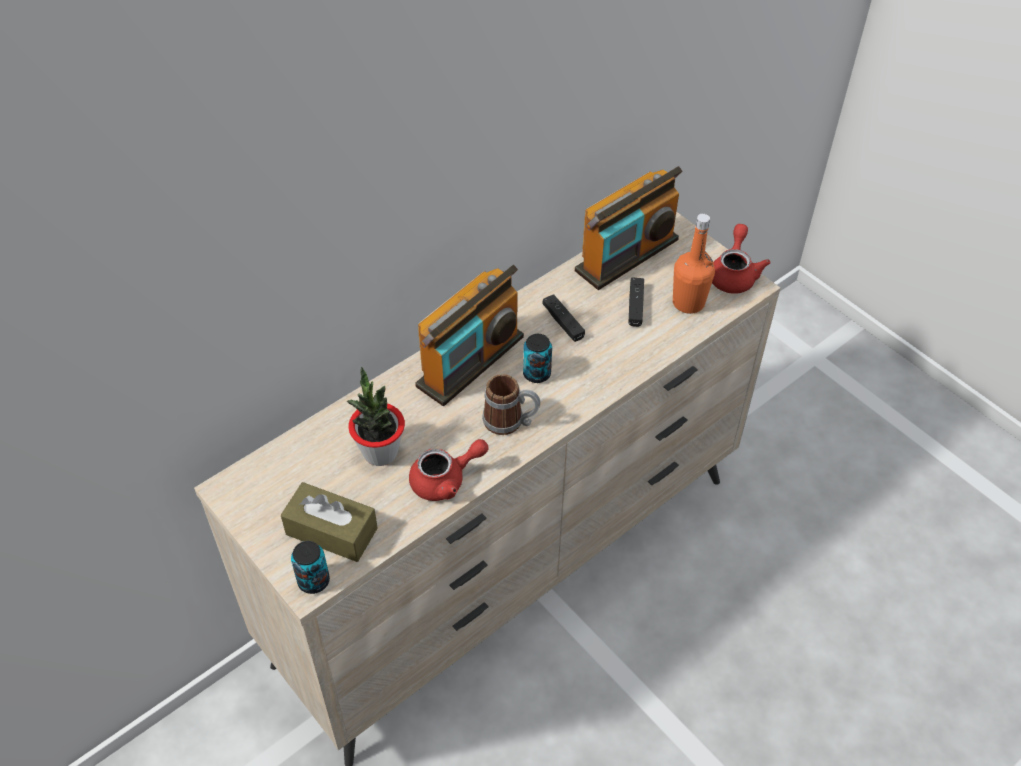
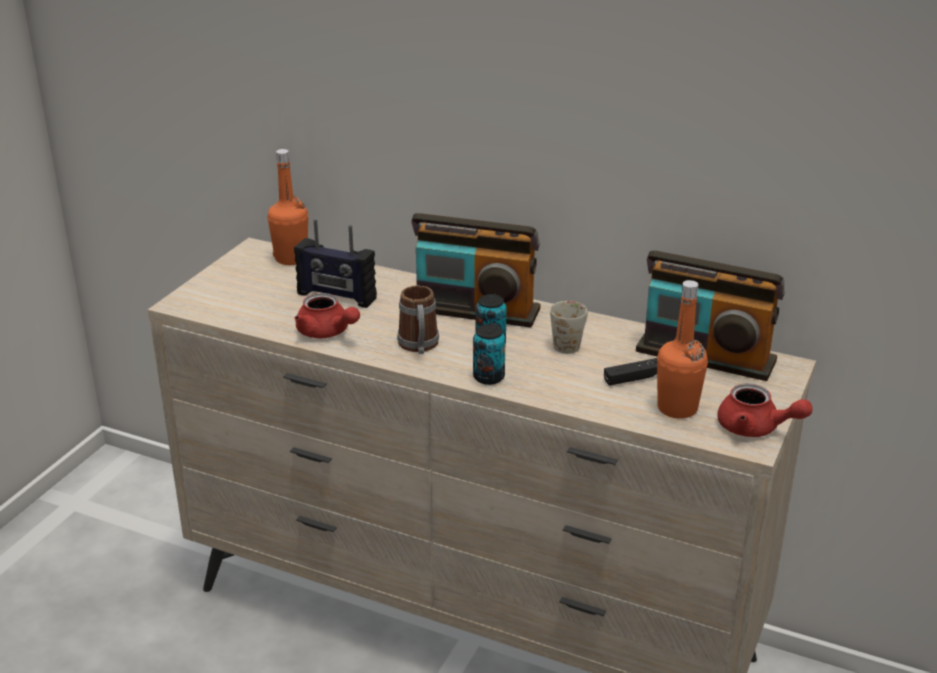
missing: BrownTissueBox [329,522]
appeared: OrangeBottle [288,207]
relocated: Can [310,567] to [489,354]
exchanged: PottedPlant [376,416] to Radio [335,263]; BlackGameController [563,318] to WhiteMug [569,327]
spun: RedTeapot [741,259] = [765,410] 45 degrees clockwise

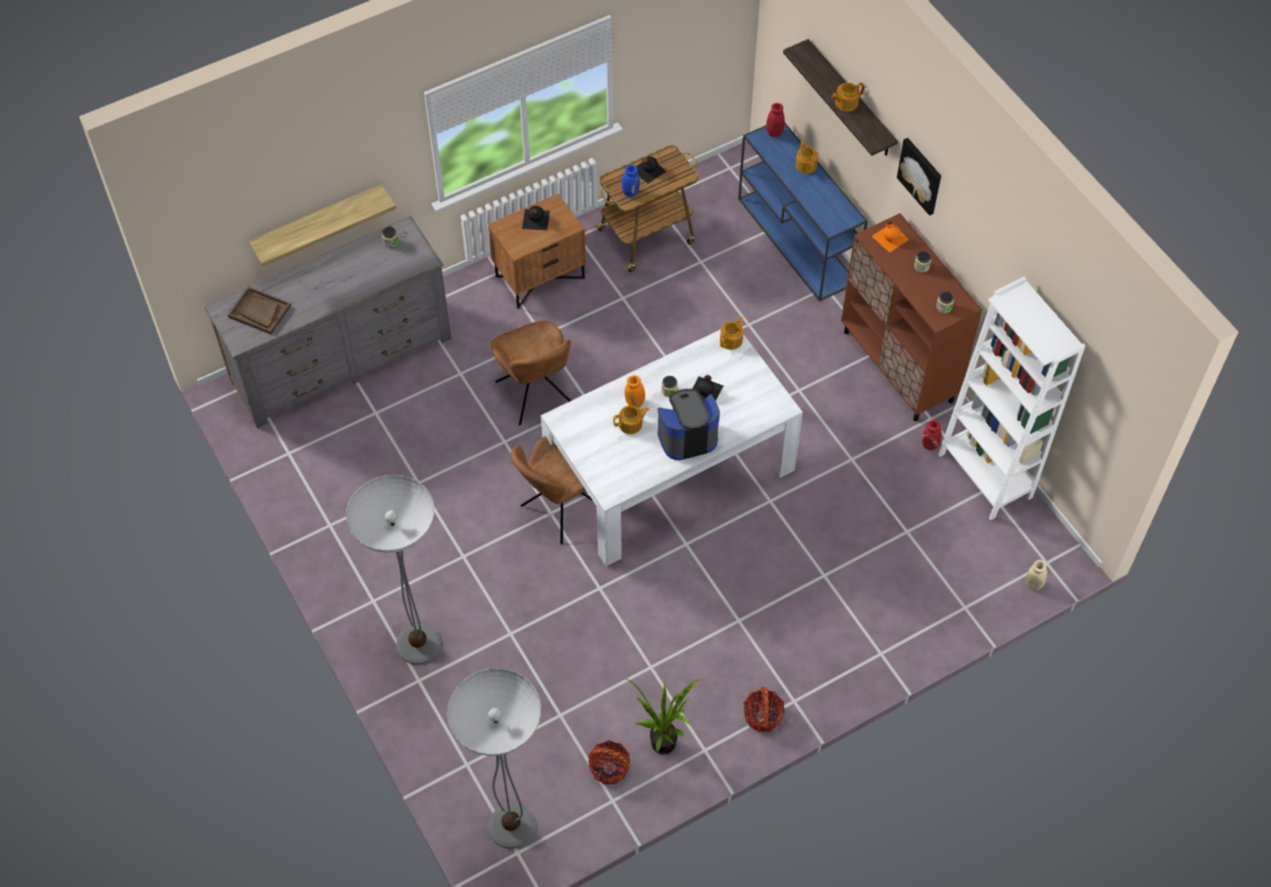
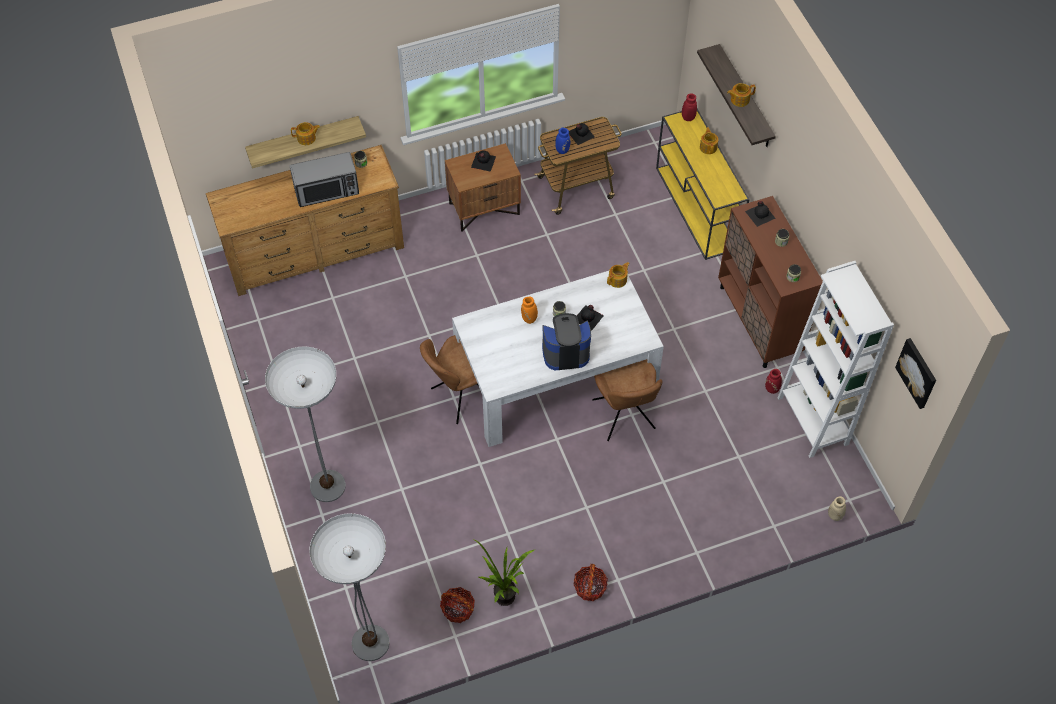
missing: BrownTray [259,310]
appeared: Microwave [324,179]
relocated: Teapot [631,419] to [305,133]; BrownChair [531,372] to [627,400]; Picture [919,177] to [915,373]
colour: GreyDresser [327,322] to BrownDresser [305,220]; BlueConsoleTable [803,212] to YellowConsoleTable [703,184]; OrangeBottle [890,237] to BlackBottle [760,214]

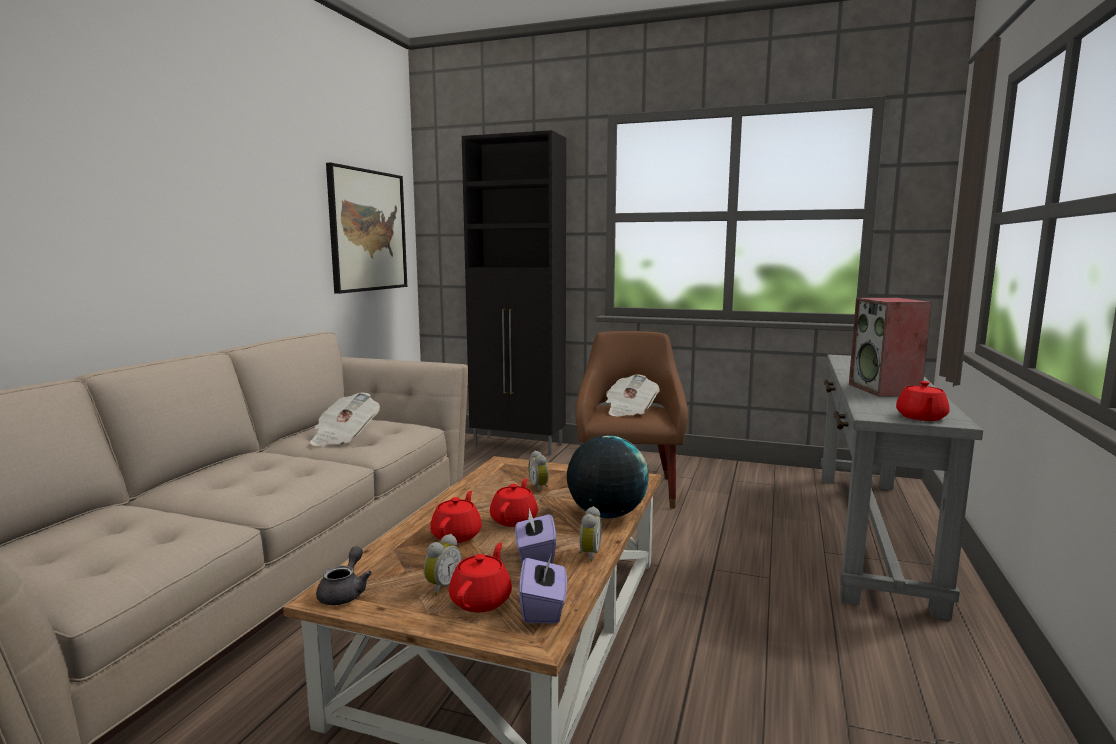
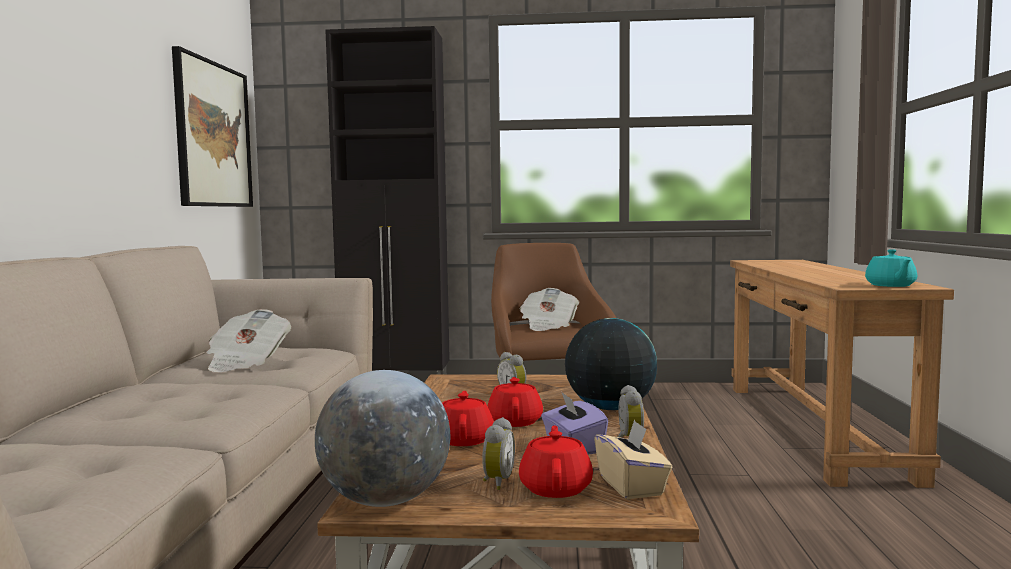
missing: Speaker [890,347]
exchanged: GreyTeapot [344,575] to Globe [382,438]
colour: PurpleTissueBox [543,589] to BeigeTissueBox [633,459]; GreyConsoleTable [902,487] to BrownConsoleTable [842,374]; RedTeapot [923,401] to TurquoiseTeapot [891,268]

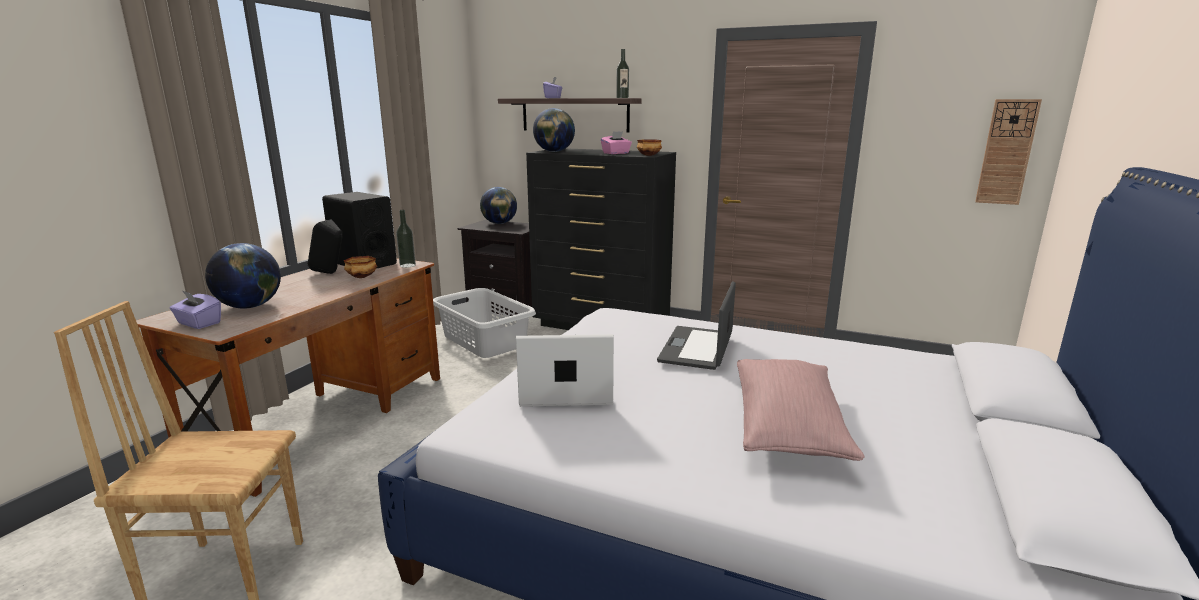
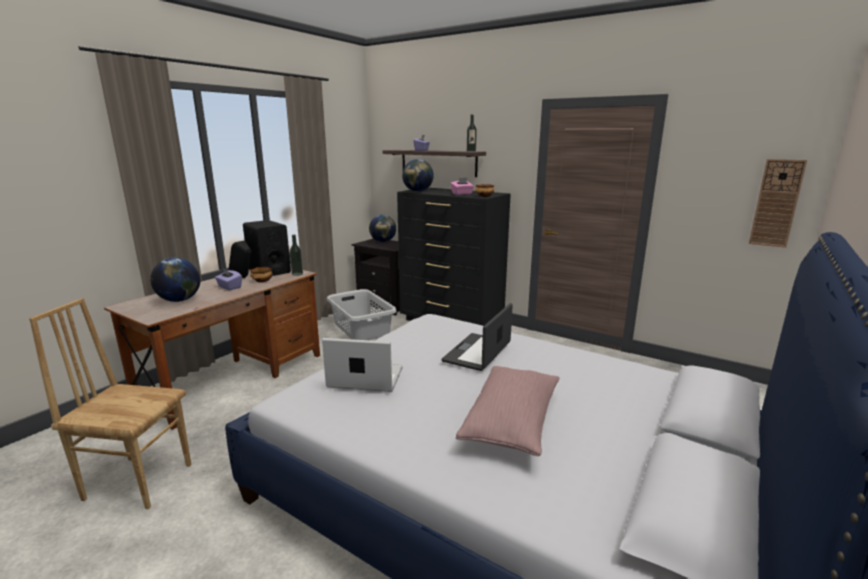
relocated: PurpleTissueBox [195,309] to [228,279]

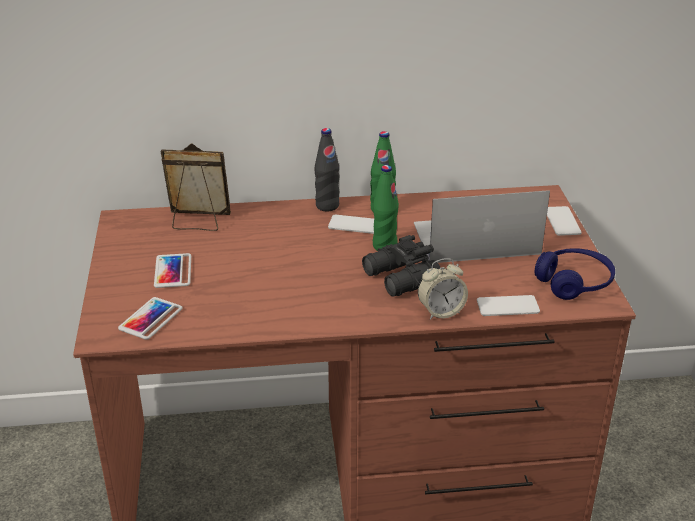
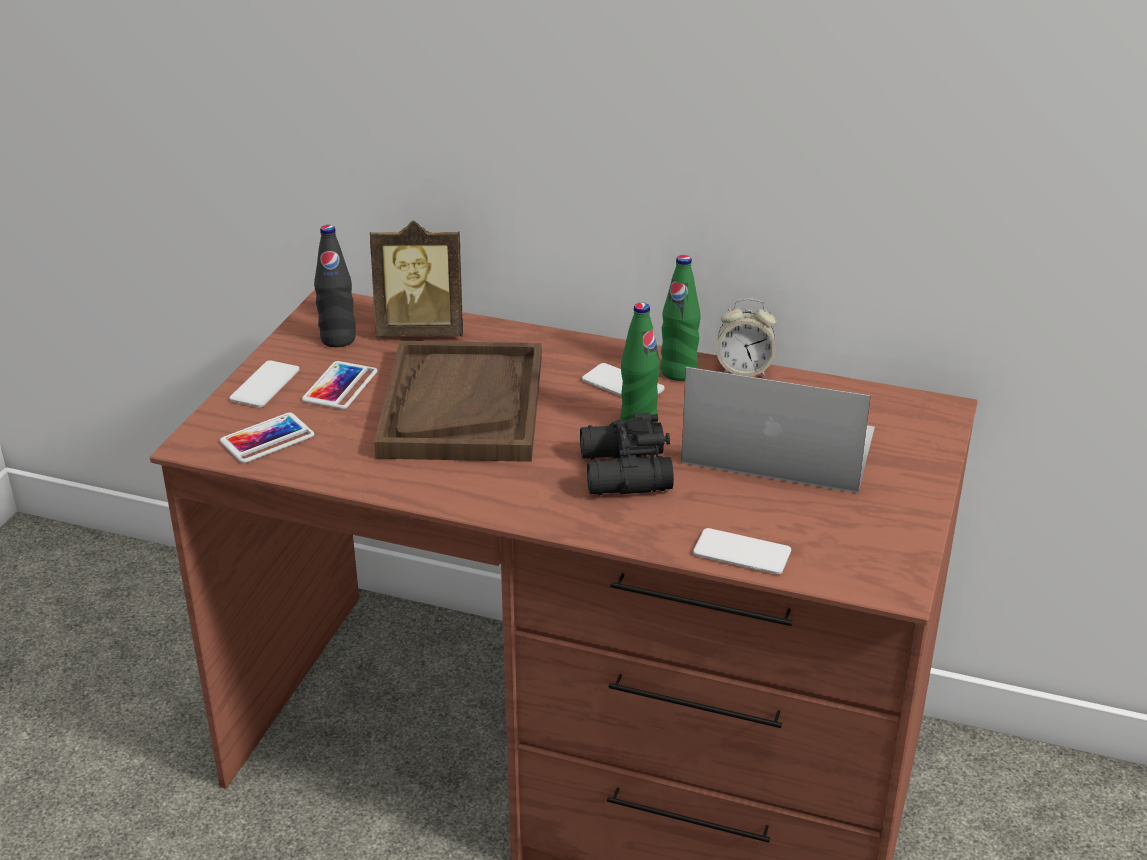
missing: BlueHeadphones [575,274]
appeared: BrownTray [458,401]
relocated: Phone [564,221] to [264,384]; BlackBottle [327,169] to [335,286]; AlarmClock [443,289] to [746,337]
spun: PictureFrame [196,187] = [416,278] 150 degrees clockwise

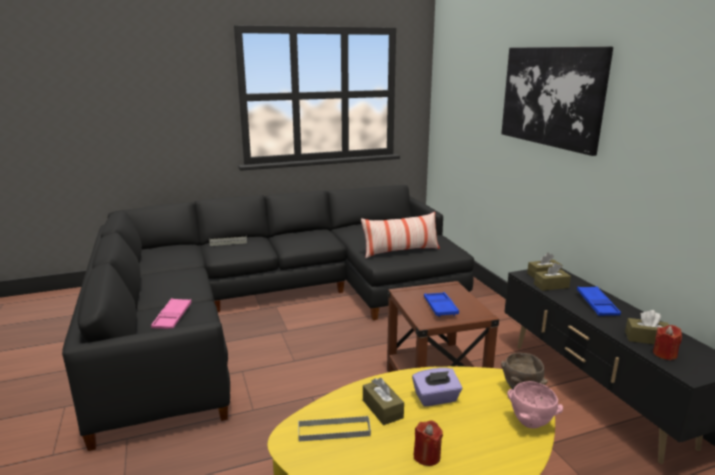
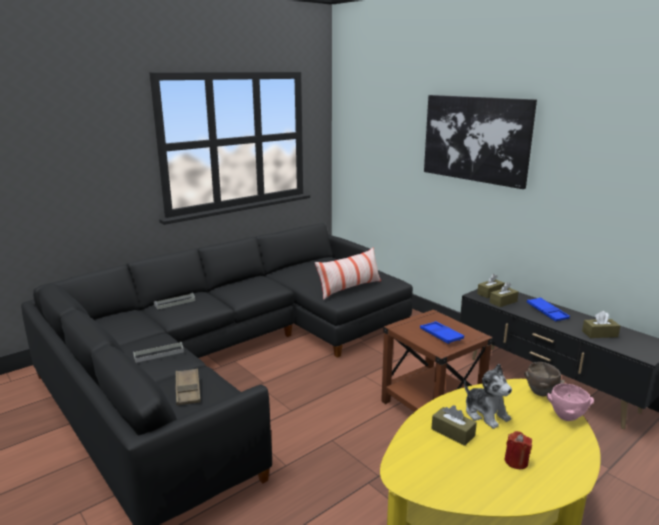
missing: RedCandle [667,342]
relocated: GreyTray [334,428] to [158,352]
exchanged: PurpleTissueBox [437,387] to PlushToy [488,396]
colour: PinkTray [171,313] to BrownTray [188,387]

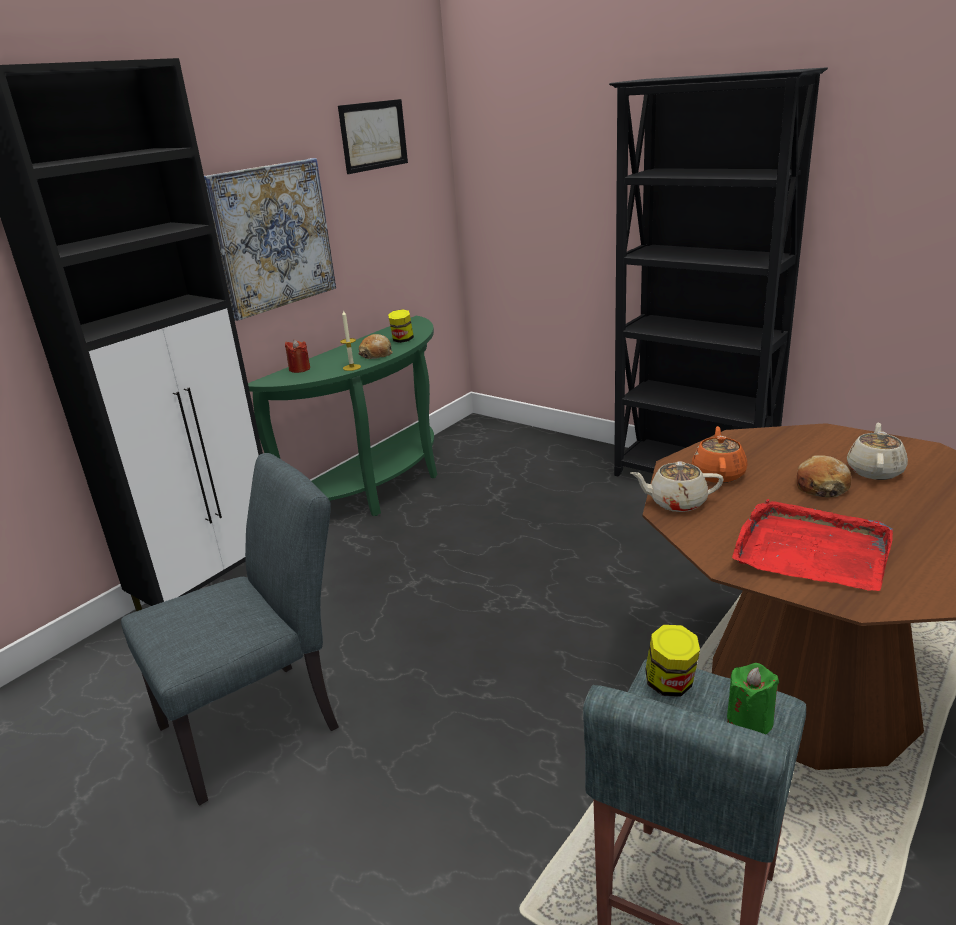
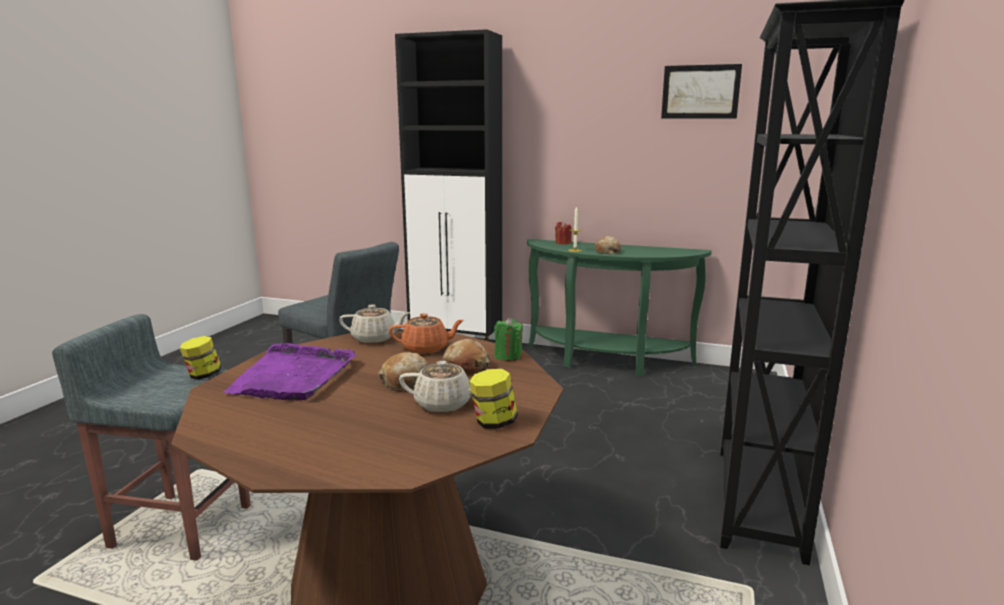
missing: Picture [270,239]
appeared: Bread [466,357]
relocated: Jar [401,326] to [493,399]; GreenCandle [753,698] to [508,339]
colour: RedTray [812,545] to PurpleTray [290,371]
spun: BeigeTeapot [677,486] = [374,323] 105 degrees clockwise

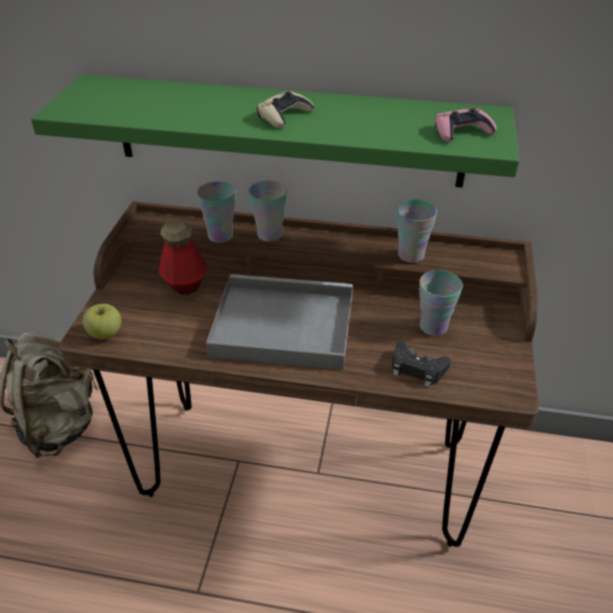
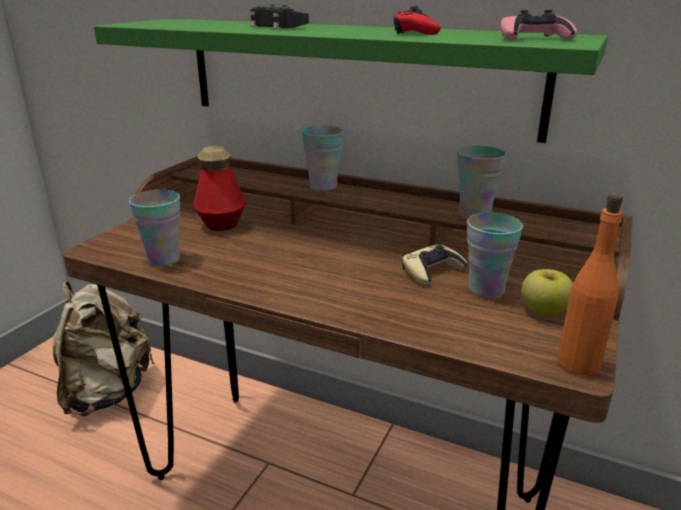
missing: GreyTray [279,322]
appeared: RedGameController [417,20]; OrangeBottle [590,284]
relocated: Cup [216,212] to [154,228]; BlackGameController [421,364] to [279,16]; BeigeGameController [285,109] to [434,264]; Apple [102,322] to [547,292]

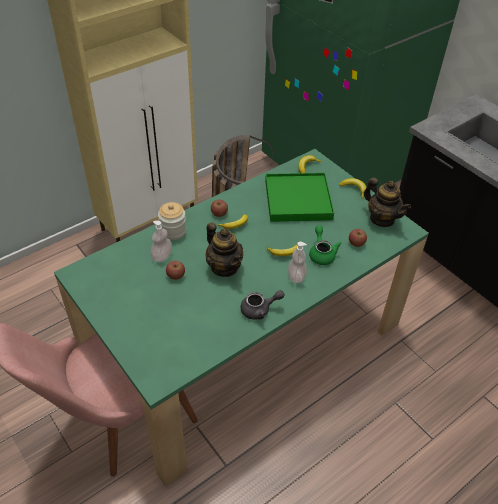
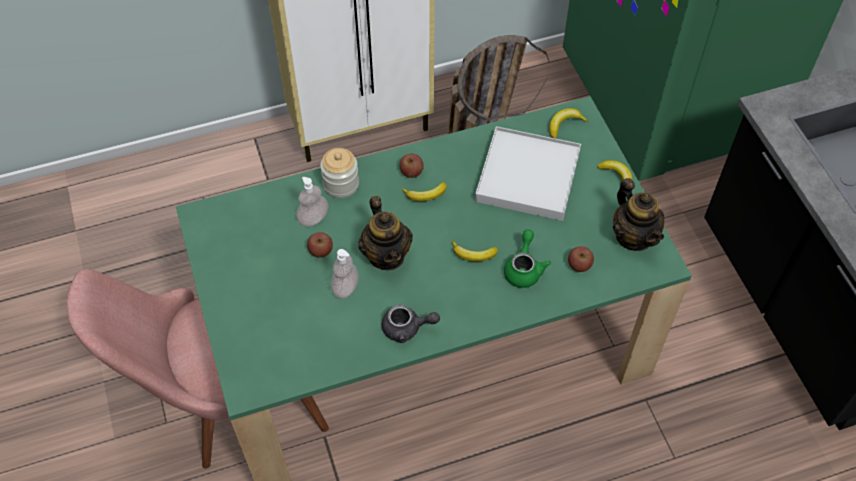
relocated: SoapDispenser [297,262] to [345,274]
colour: GreenTray [299,197] to WhiteTray [528,173]

